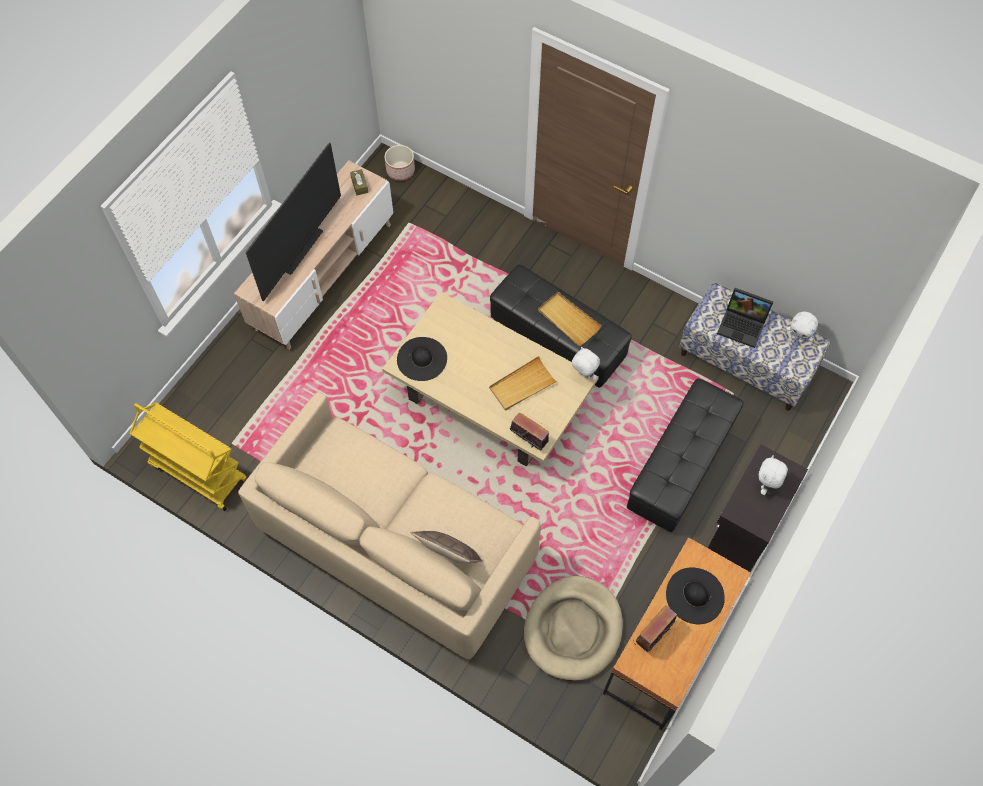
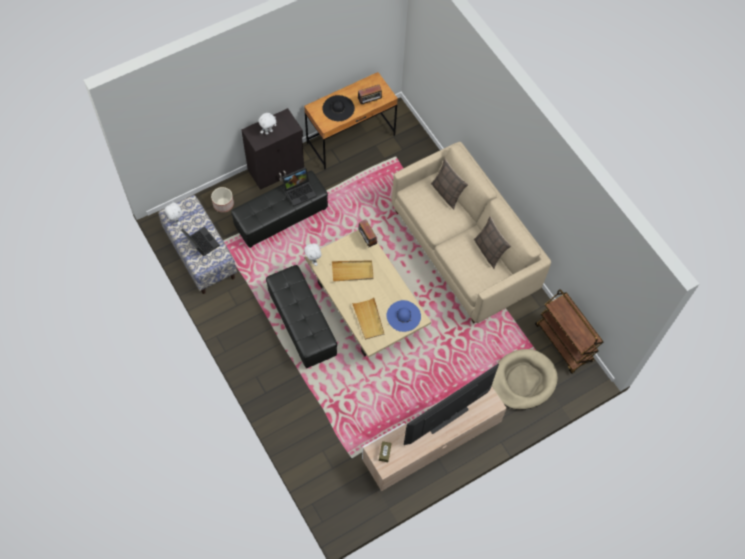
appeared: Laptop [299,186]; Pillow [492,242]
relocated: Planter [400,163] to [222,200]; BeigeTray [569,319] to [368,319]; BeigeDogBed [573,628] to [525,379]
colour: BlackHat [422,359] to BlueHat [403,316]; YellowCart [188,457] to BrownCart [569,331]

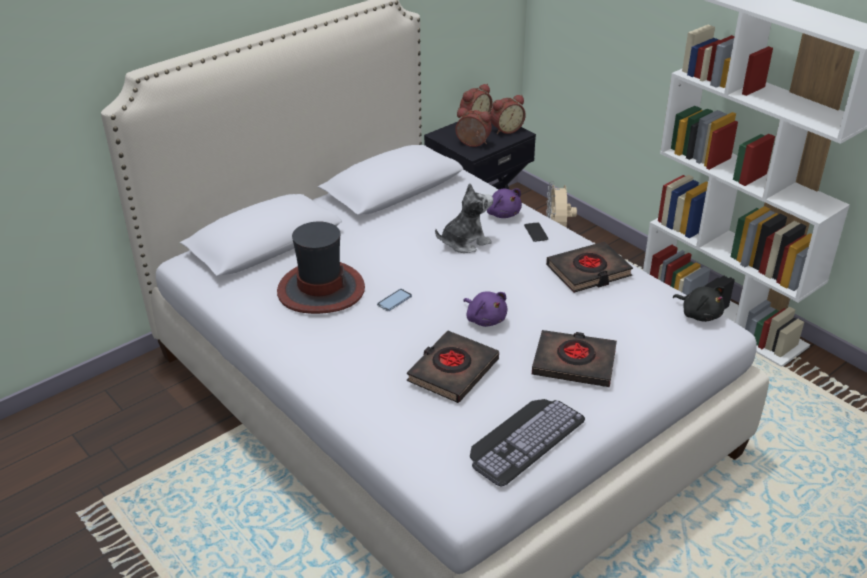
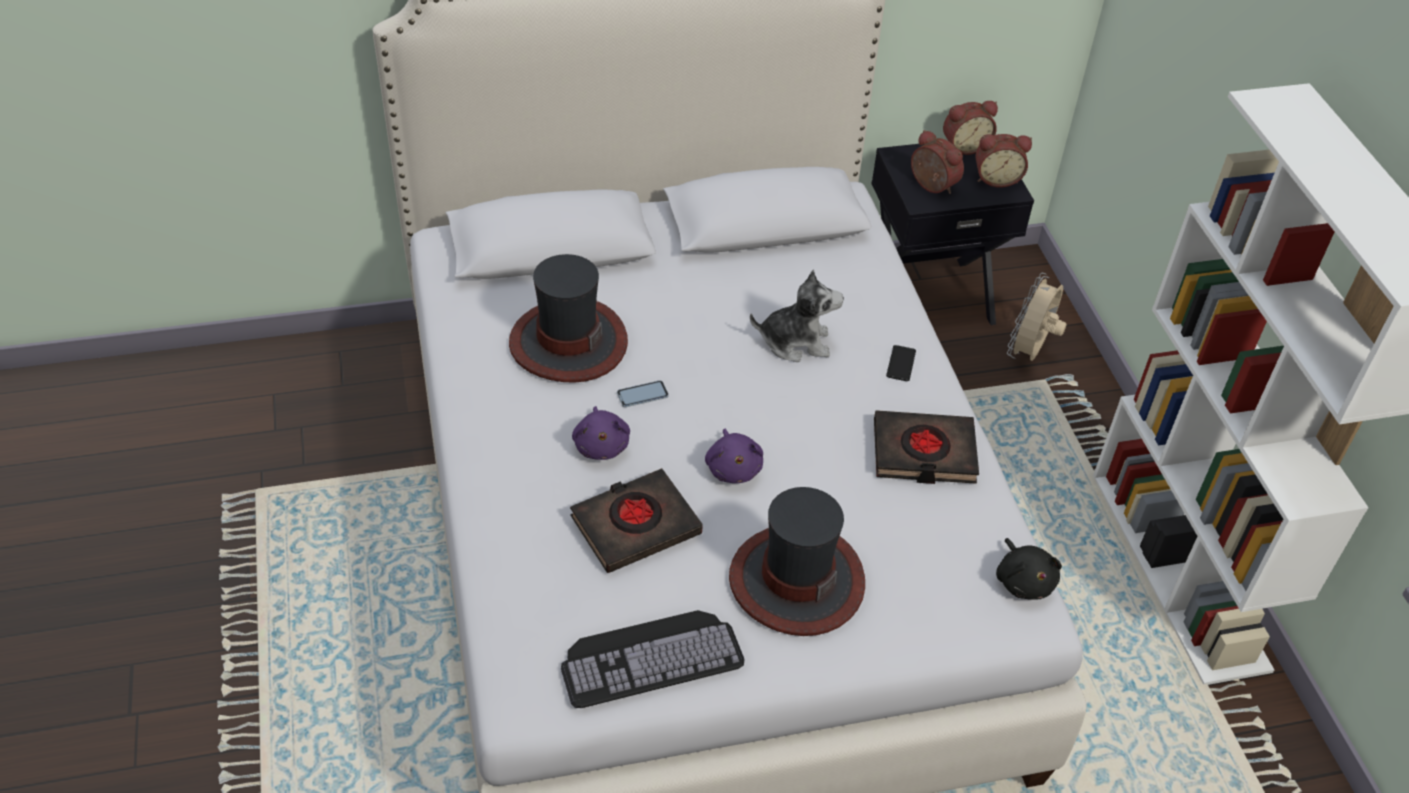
relocated: PurplePlushToy [504,203] to [601,433]
exchanged: BlackBook [574,358] to Hat [797,561]

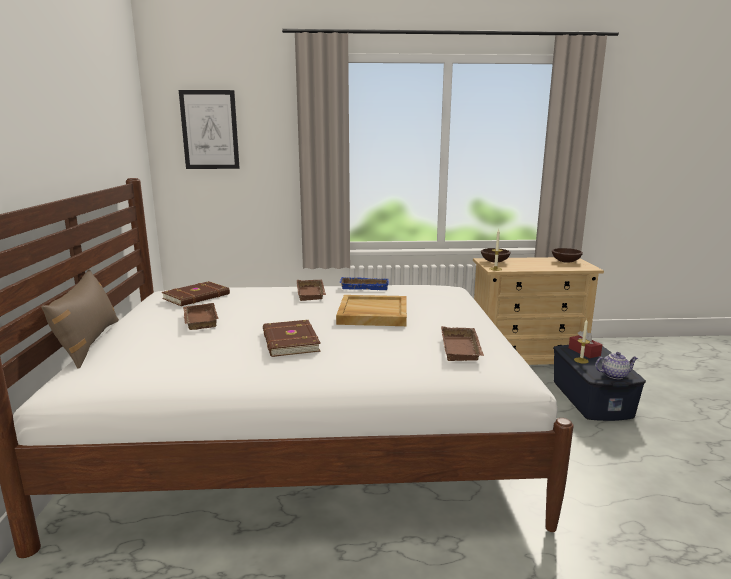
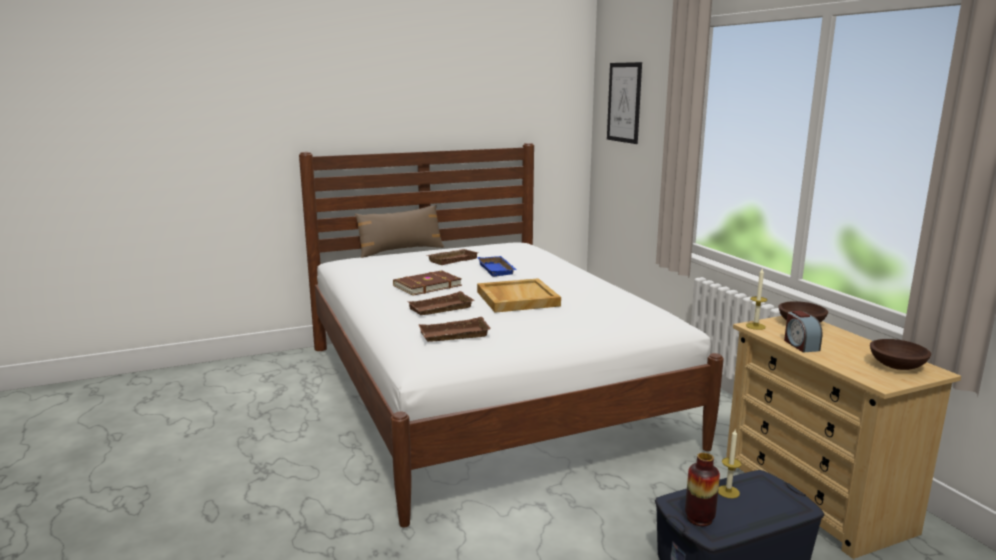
missing: BrownBook [196,293]; RedTissueBox [585,344]
appeared: AlarmClock [803,332]
relocated: BrownTray [311,290] to [441,303]; BlueTray [364,283] to [497,266]
exchanged: Teapot [616,365] to Vase [702,489]

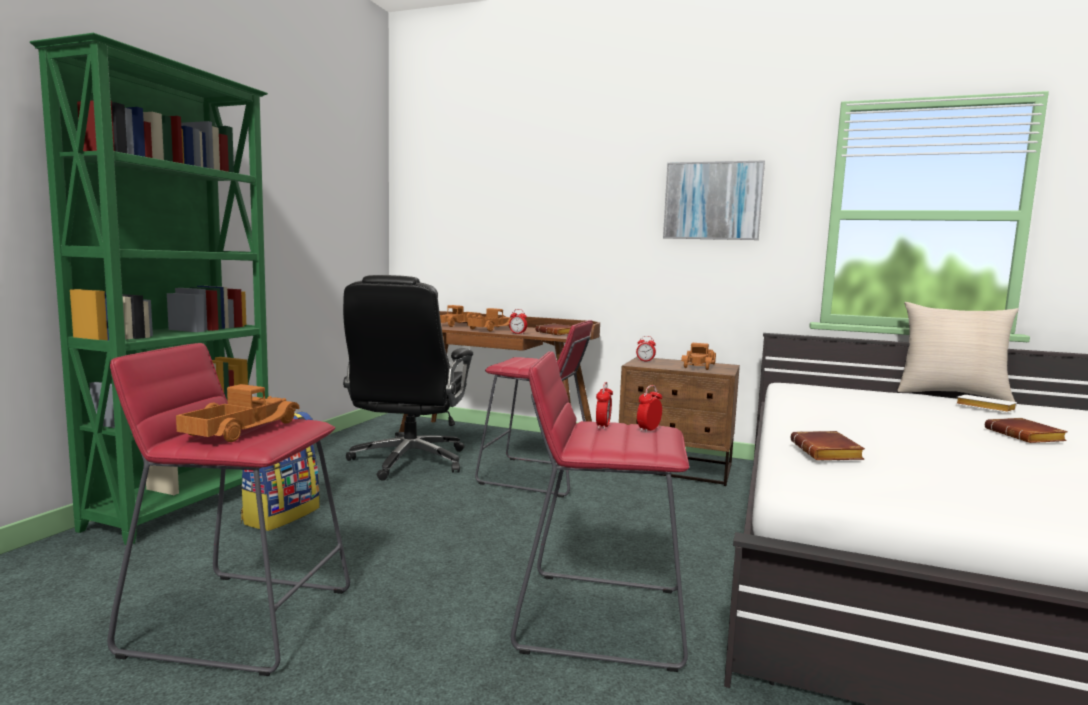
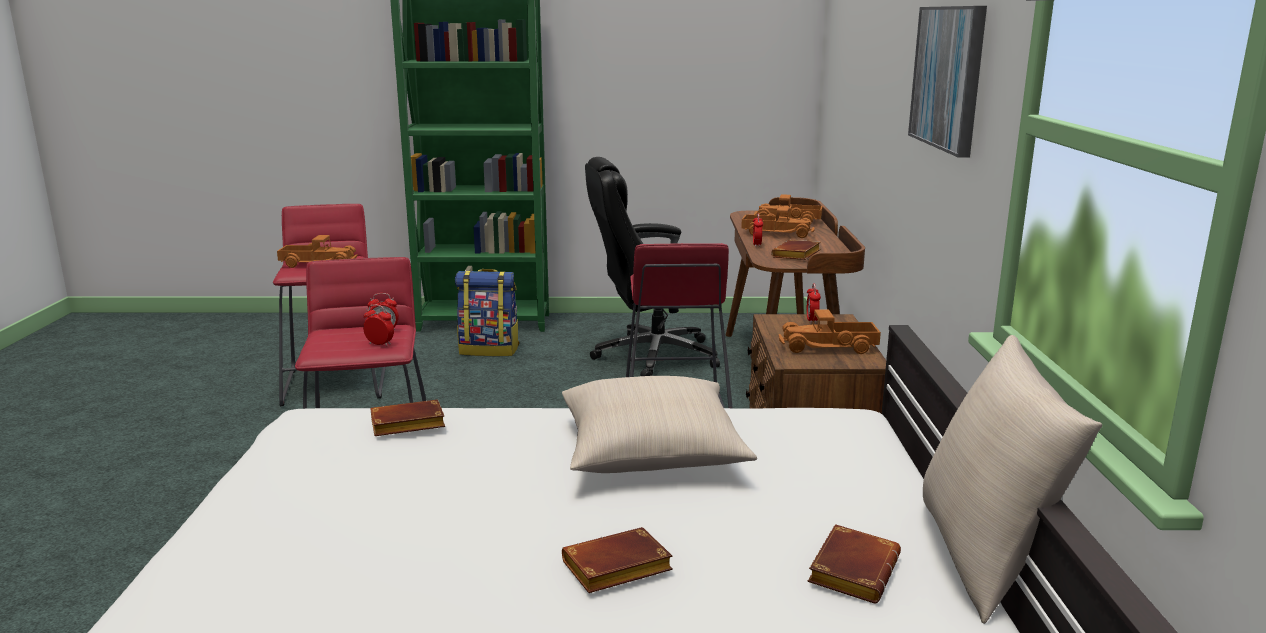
appeared: BeigePillow [659,424]
colour: WhiteBook [986,404] to BrownBook [854,563]

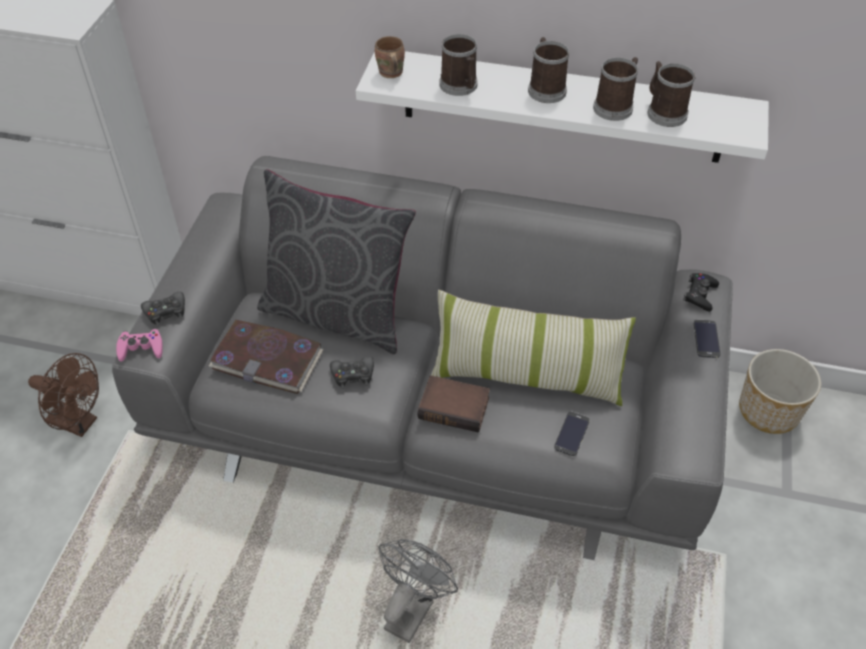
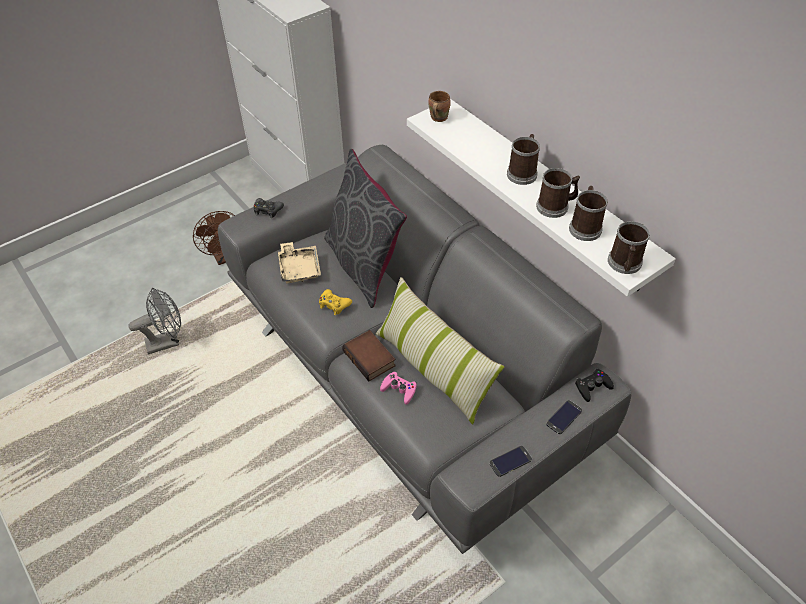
missing: Planter [780,391]
relocated: GreyFan [418,591] to [154,321]; PinkGameController [139,344] to [398,388]; Phone [572,434] to [511,461]; Mug [458,65] to [629,247]
exchanged: Book [266,357] to BeigeTray [299,263]
colour: BlackGameController [352,373] to YellowGameController [335,302]

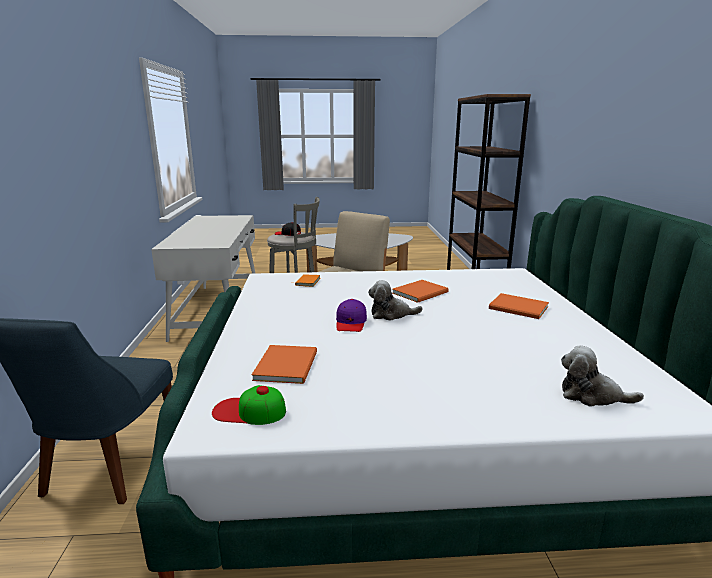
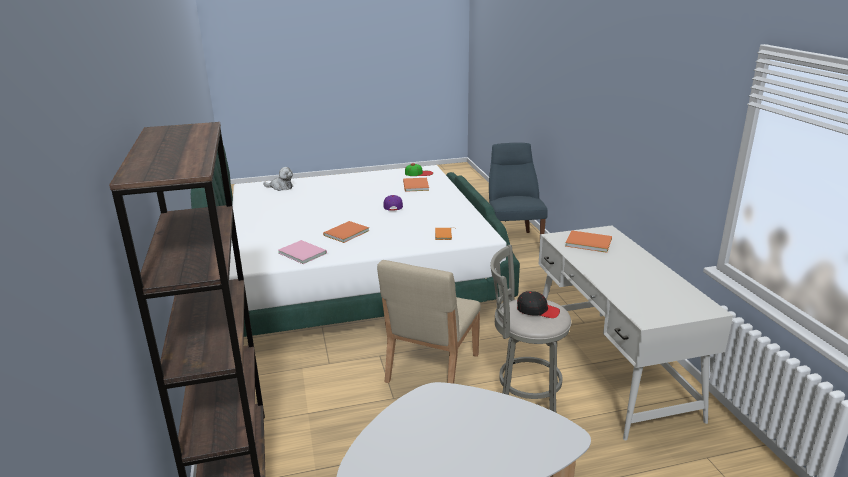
missing: PlushToy [395,300]
appeared: PinkBook [302,252]
relocated: OrangeBook [519,306] to [588,242]

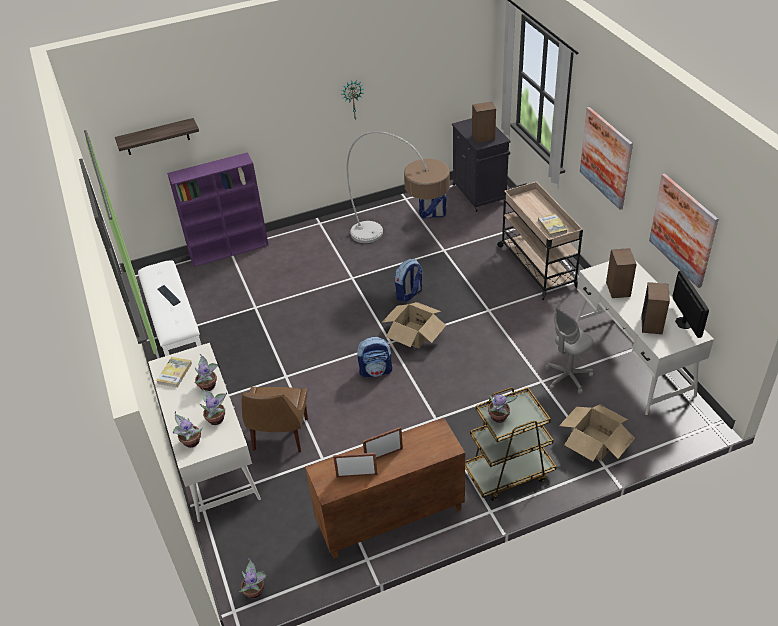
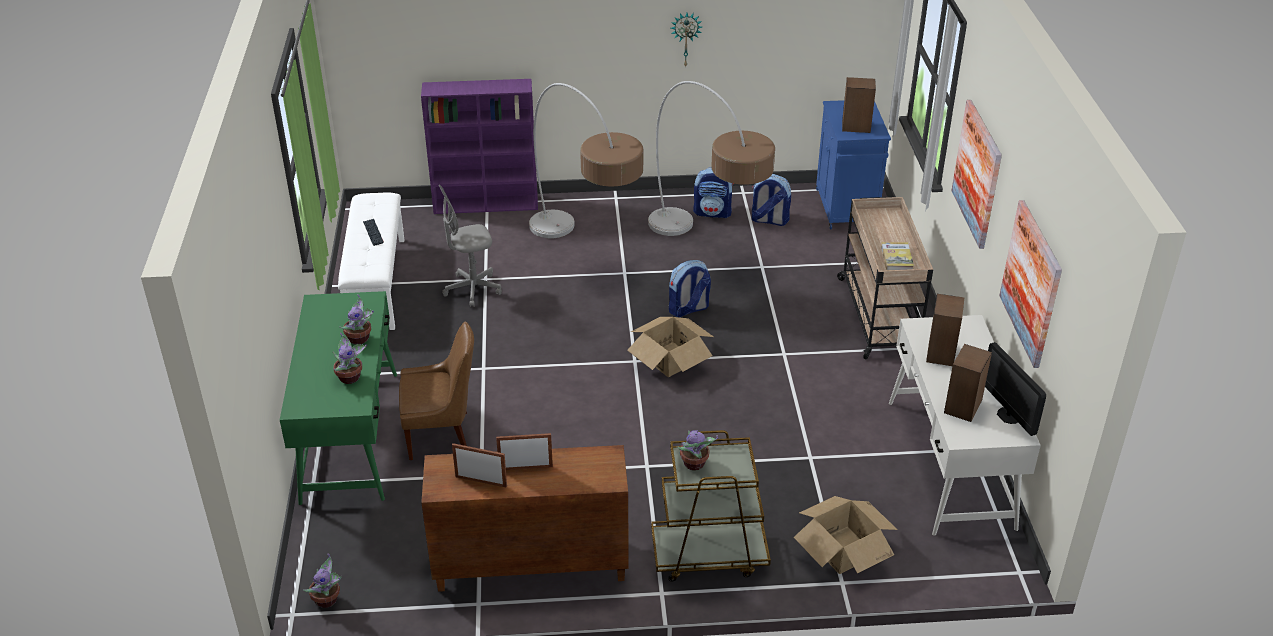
missing: Shelf [157,136]; Book [174,372]; PottedPlant [188,429]
appeared: FloorLamp [586,160]
relocated: GreyOfficeChair [569,350] to [470,245]; Backpack [374,357] to [713,192]
colour: WhiteDesk [204,432] to GreenDesk [338,398]; BlackCabinet [481,165] to BlueCabinet [853,164]
spun: BrownChair [275,419] = [436,390] 120 degrees counterclockwise; Monitor [691,304] = [1015,389] 150 degrees clockwise

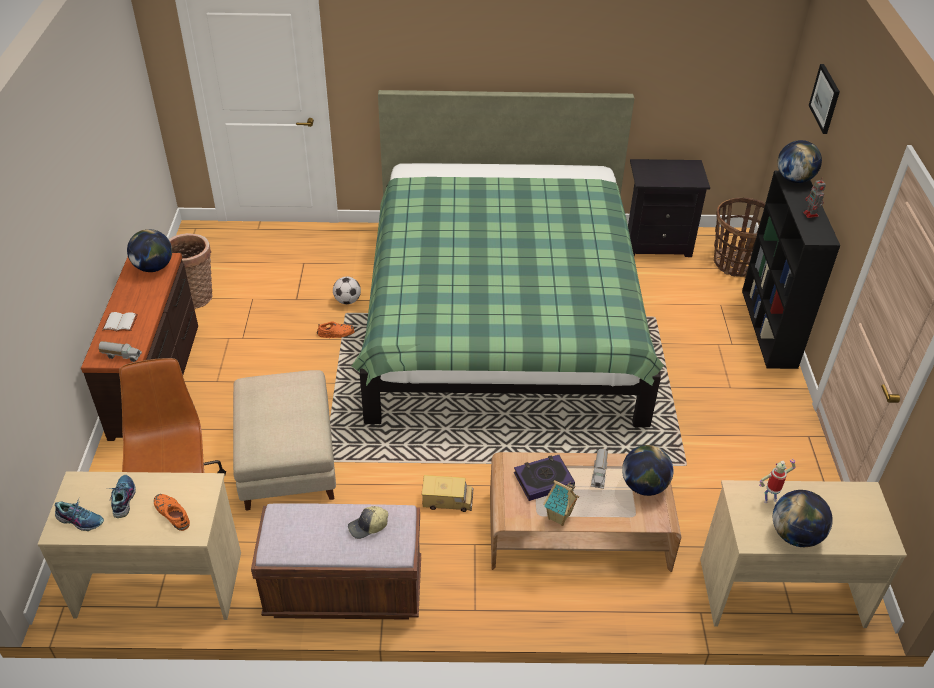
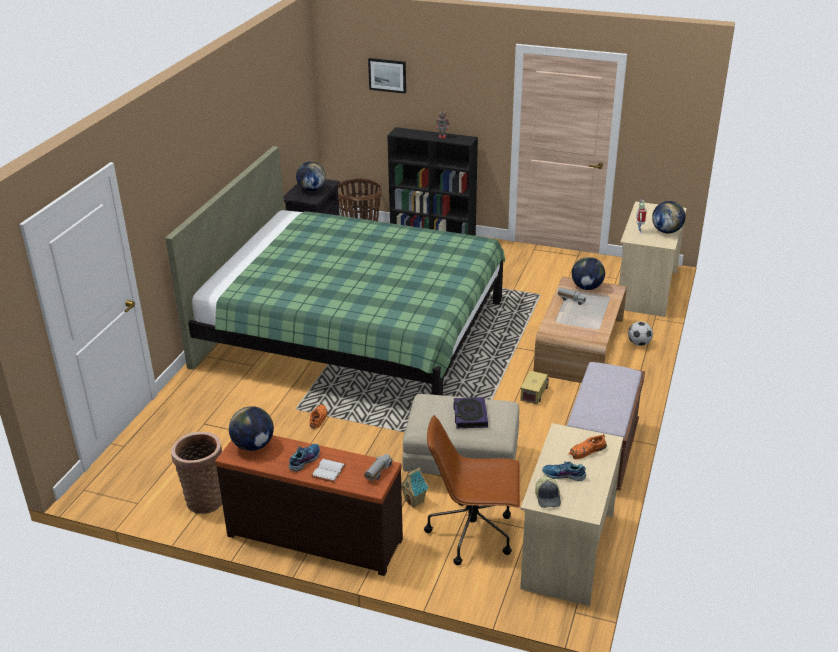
relocated: Shoe [79,514] to [304,458]; Globe [799,161] to [311,176]; ToyHouse [561,503] to [415,487]; Book [544,478] to [471,412]; Cap [368,522] to [548,492]; Football [347,290] to [640,334]

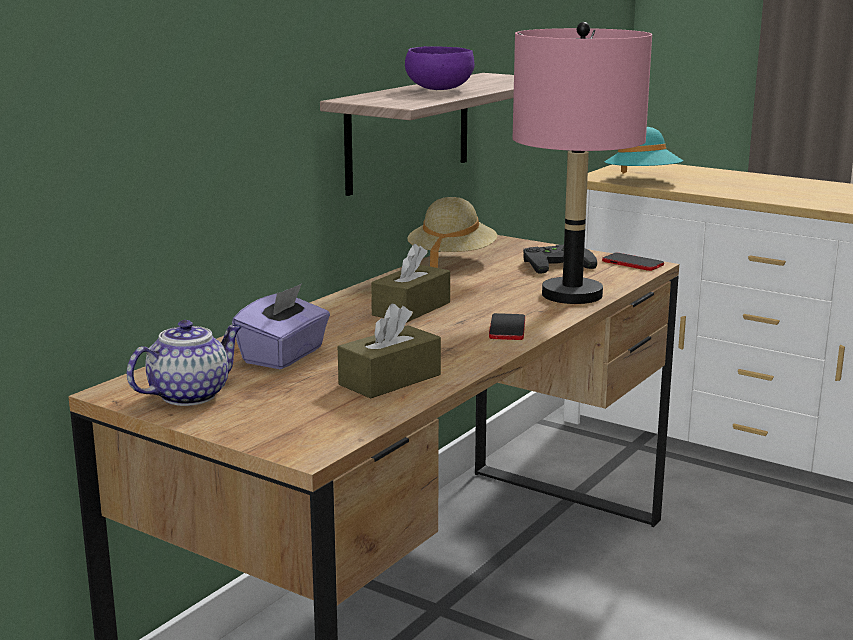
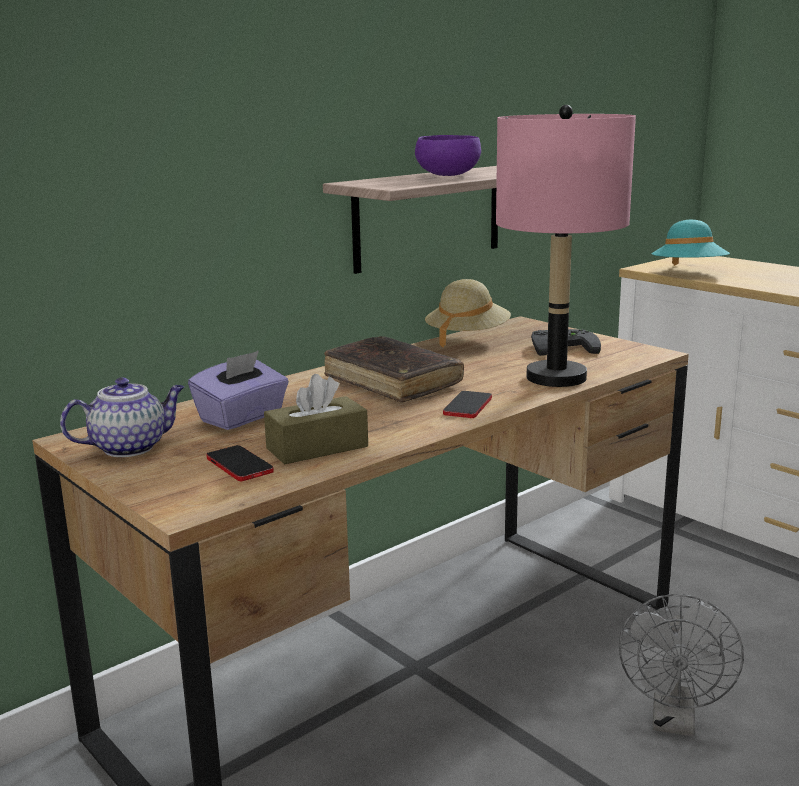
appeared: GreyFan [681,665]
relocated: Phone [633,261] to [240,463]
exchanged: BrownTissueBox [410,283] to BrownBook [394,369]

